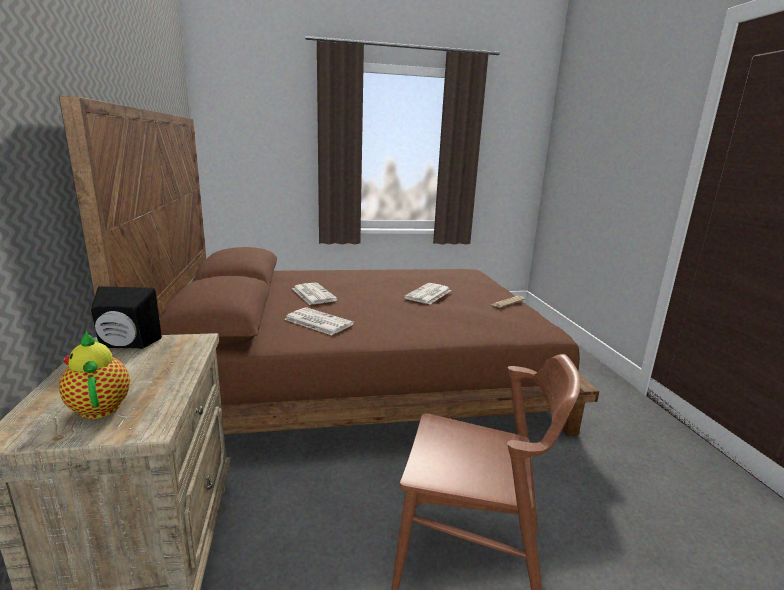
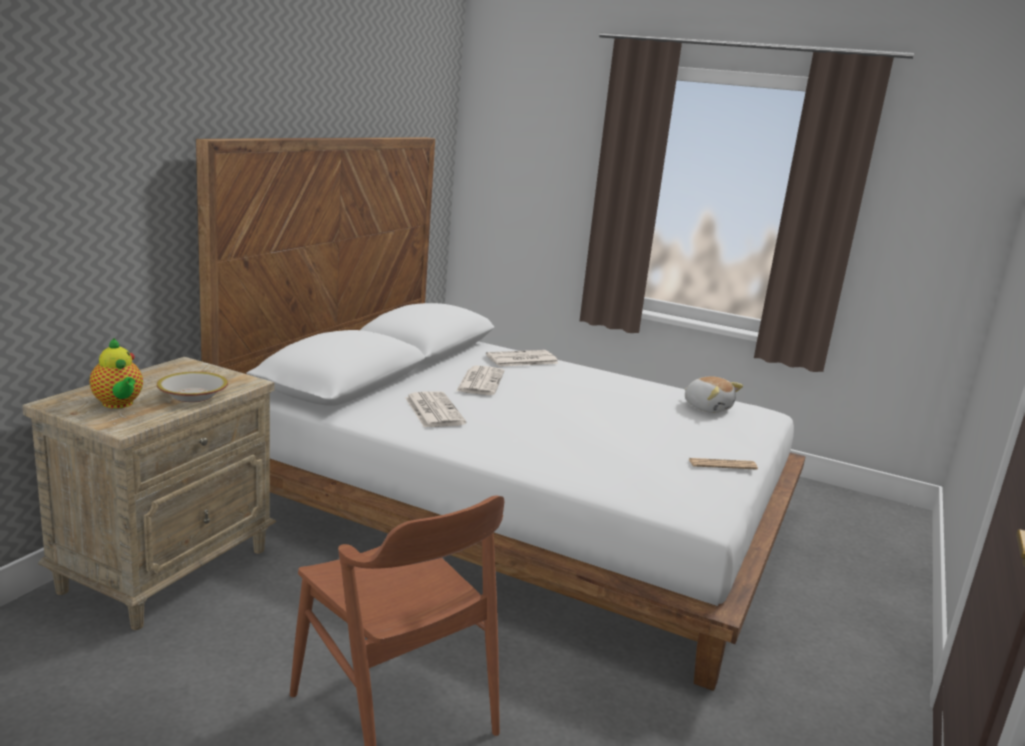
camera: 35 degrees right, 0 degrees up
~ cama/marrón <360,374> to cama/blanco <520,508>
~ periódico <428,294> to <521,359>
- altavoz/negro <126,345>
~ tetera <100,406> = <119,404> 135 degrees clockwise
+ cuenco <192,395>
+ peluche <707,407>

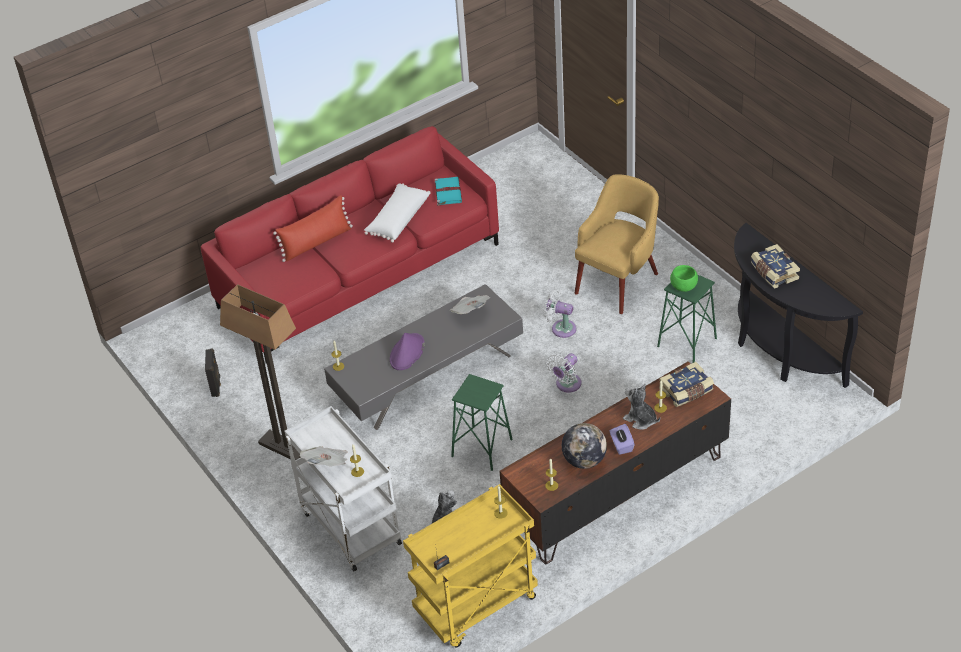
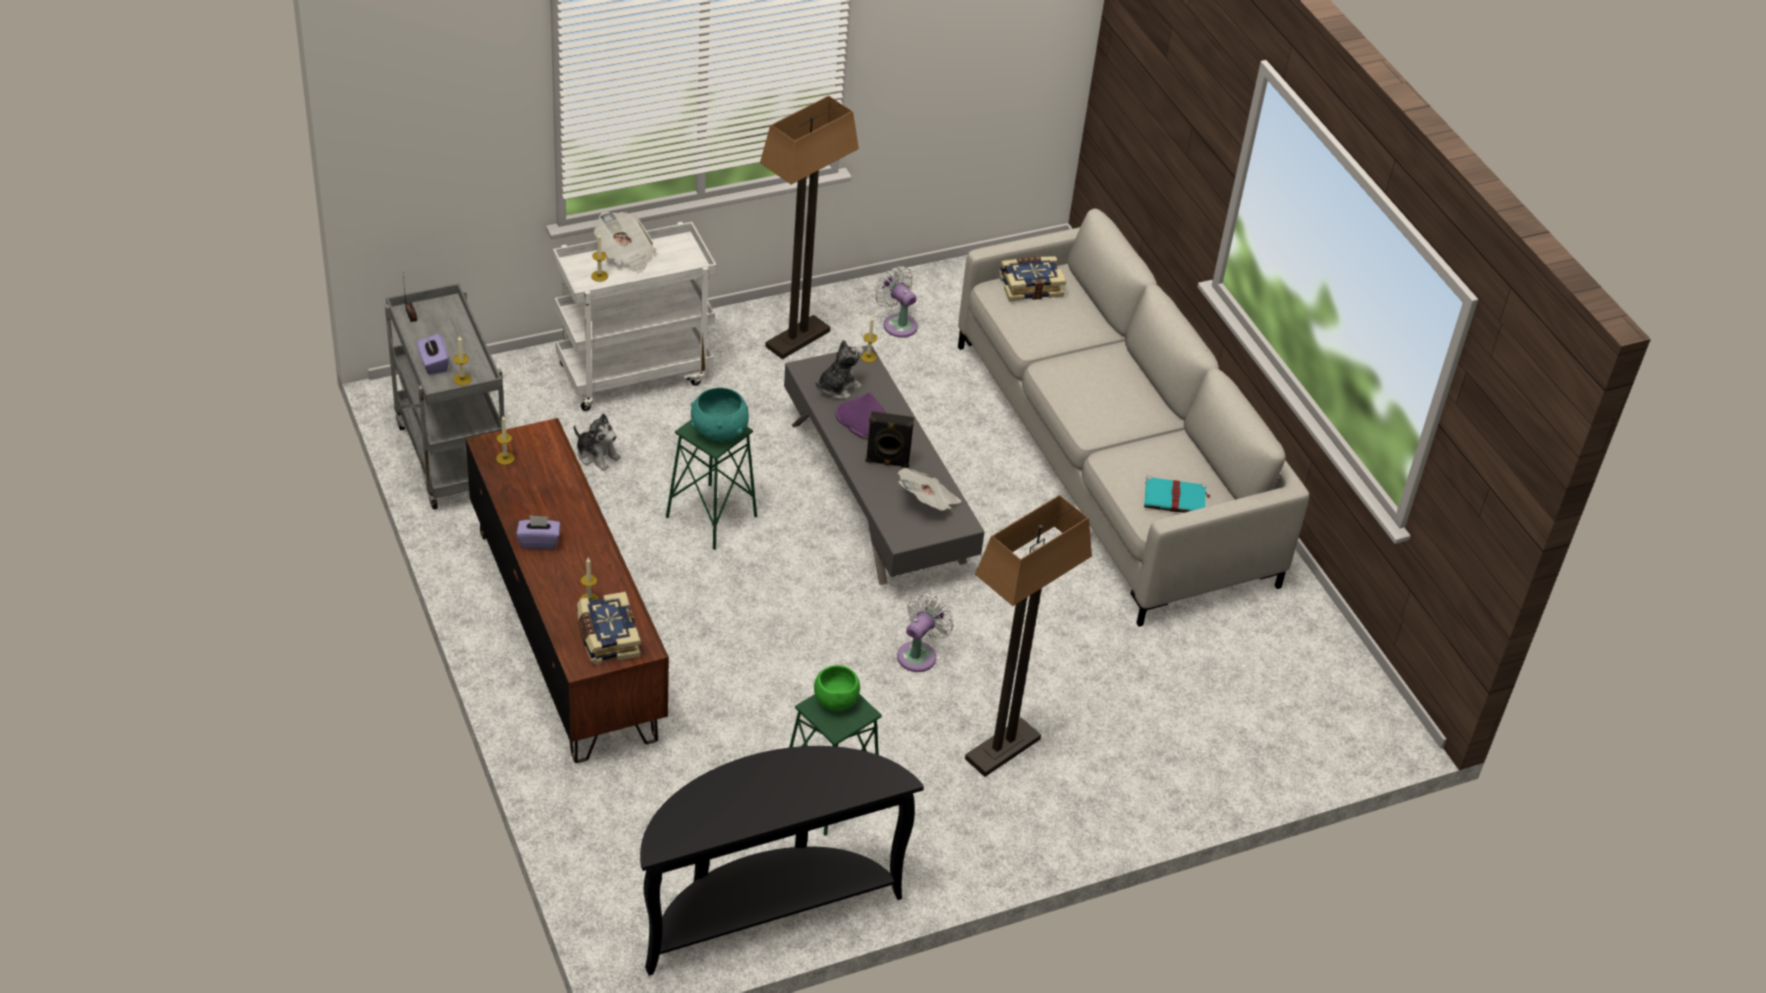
camera: 95 degrees right, 0 degrees up
~ sofá/rojo <359,276> to sofá/gris <1111,462>
~ sillón/amarillo <618,281> to lámpara de pie <1002,750>
- cojín/blanco <397,219>
- cojín/rojo <316,242>
~ libro <773,273> to <1030,286>
~ altavoz/negro <216,386> to <887,462>
~ ventilador/blanco <566,385> to <897,323>
~ peluche <640,419> to <837,387>
- globo terráqueo <584,460>
~ carrito/amarillo <476,606> to carrito/gris <449,456>
+ caja de pañuelos/morado <433,363>
+ cuenco/turquesa <719,431>

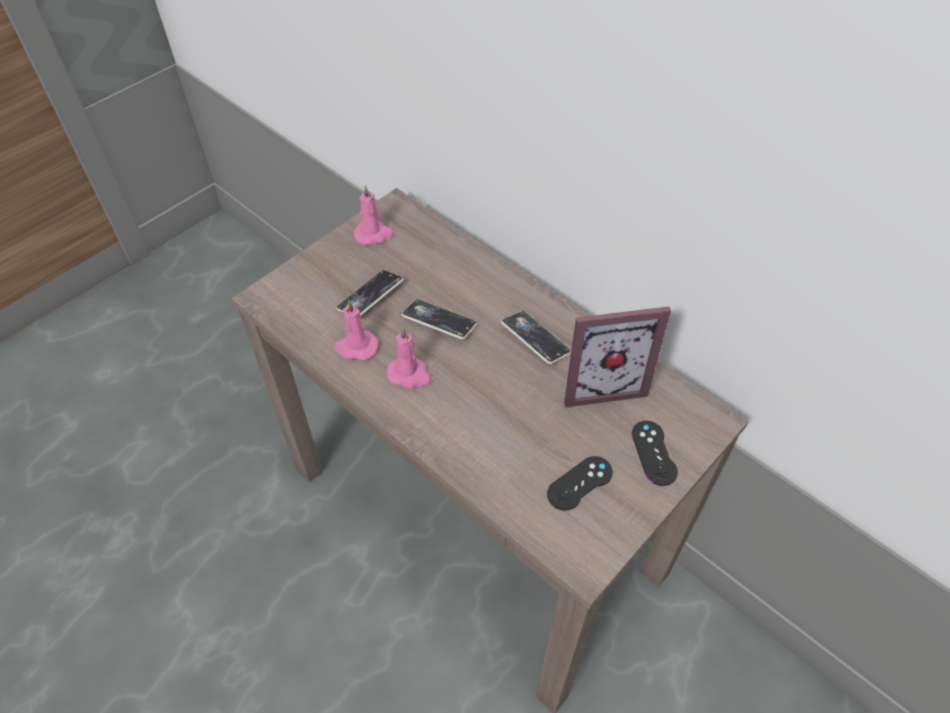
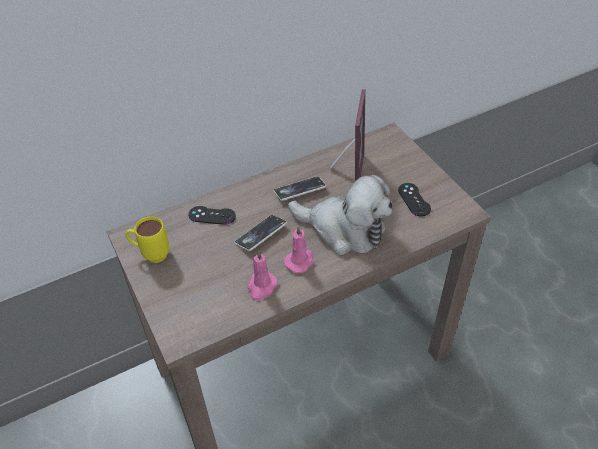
camera: 70 degrees left, 5 degrees down
~ vela/rosa <374,234> to taza grande/amarillo <151,254>
- móvil <370,297>
~ mando de consola/negro <654,453> to <212,215>
+ peluche <344,229>

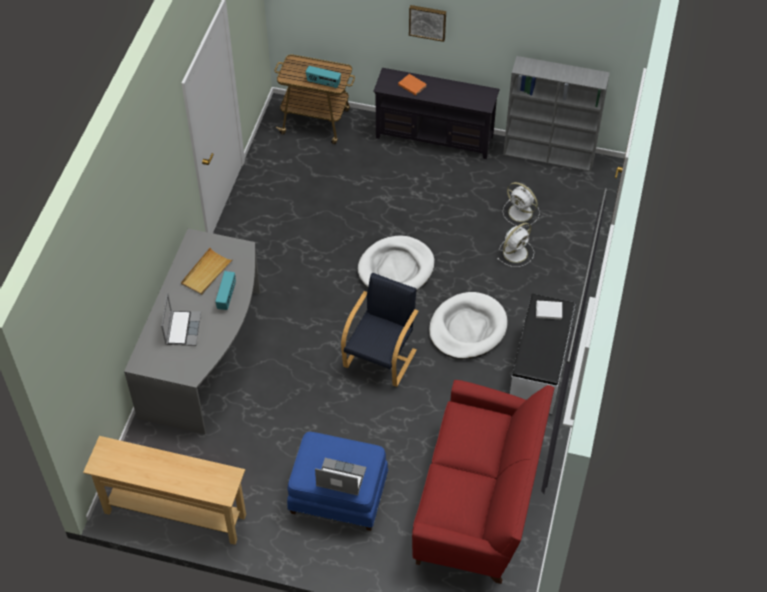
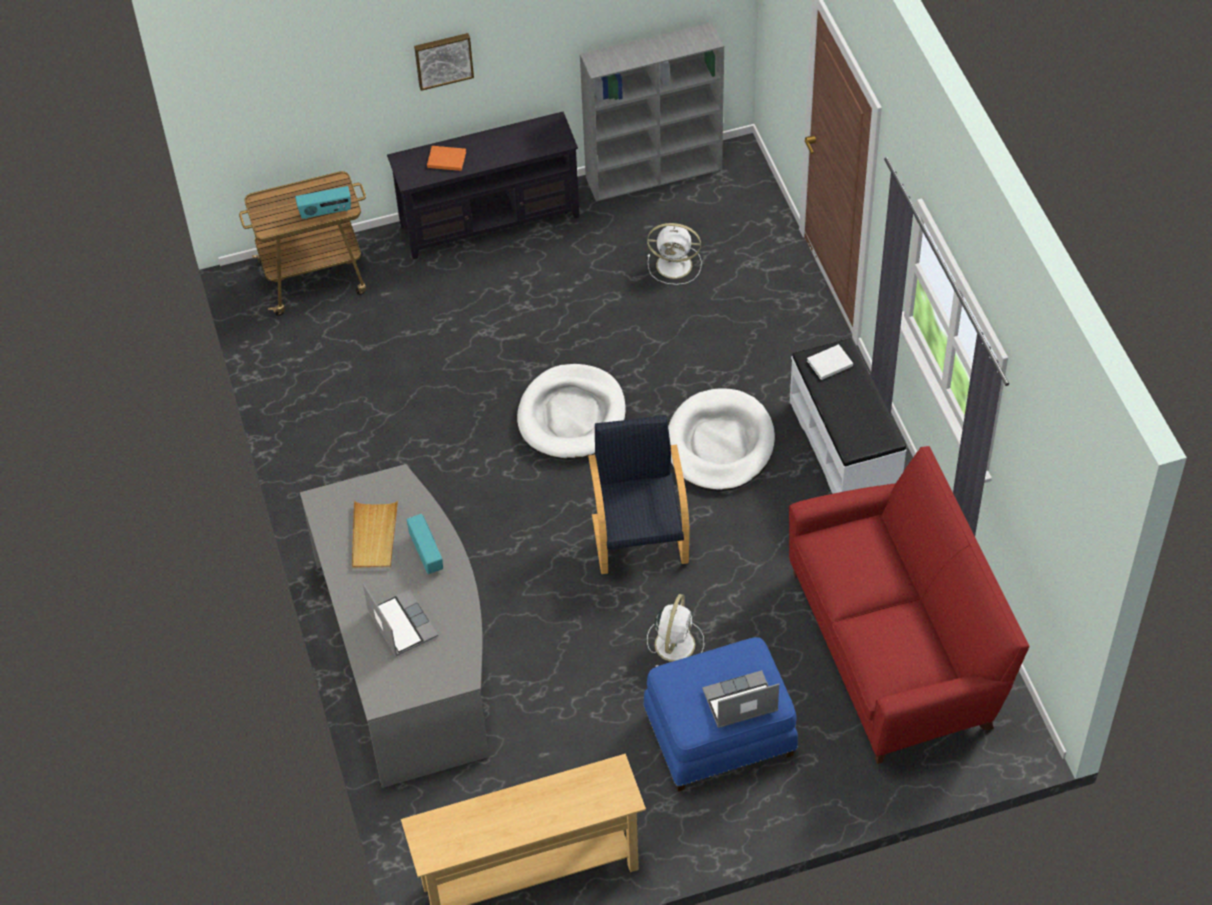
camera: 30 degrees left, 0 degrees up
~ ventilador/blanco <516,252> to <675,643>

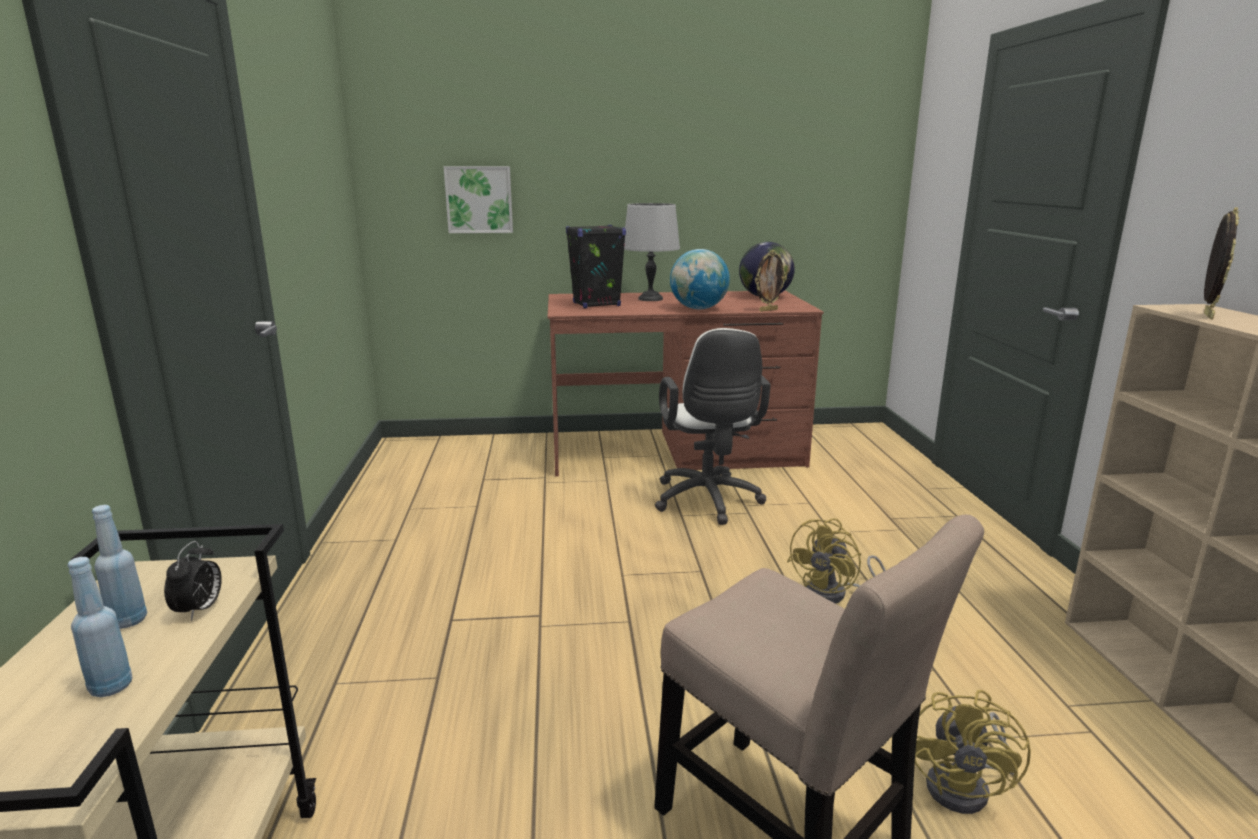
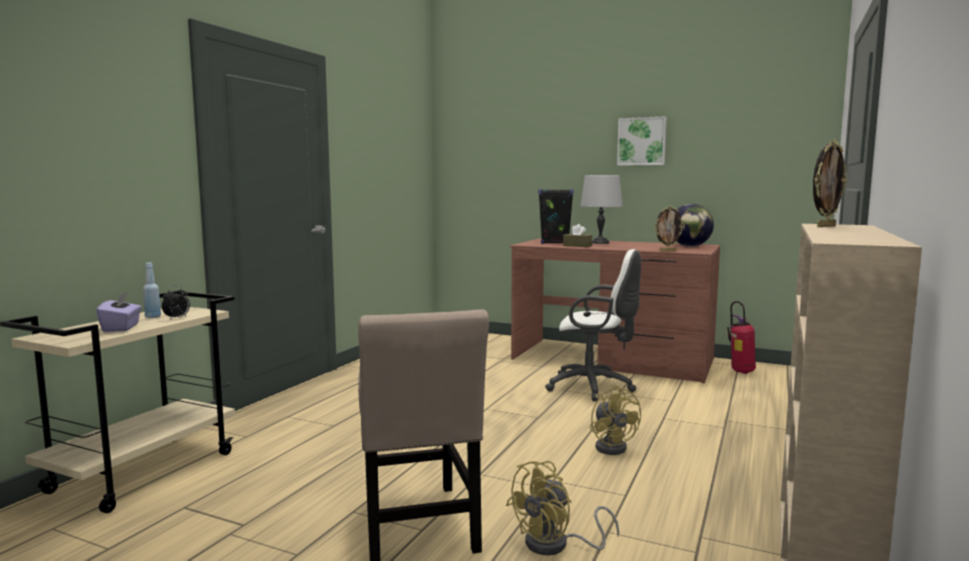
camera: 30 degrees right, 10 degrees down
~ cuadro <479,199> to <642,141>
- globo terráqueo <698,309>
~ silla de oficina/blanco <708,502> = <594,387> 90 degrees counterclockwise
~ ventilador/amarillo <834,594> = <613,446> 90 degrees counterclockwise
~ botella/azul <111,687> to caja de pañuelos/morado <121,328>
+ caja de pañuelos/marrón <577,246>
+ extintor <740,372>

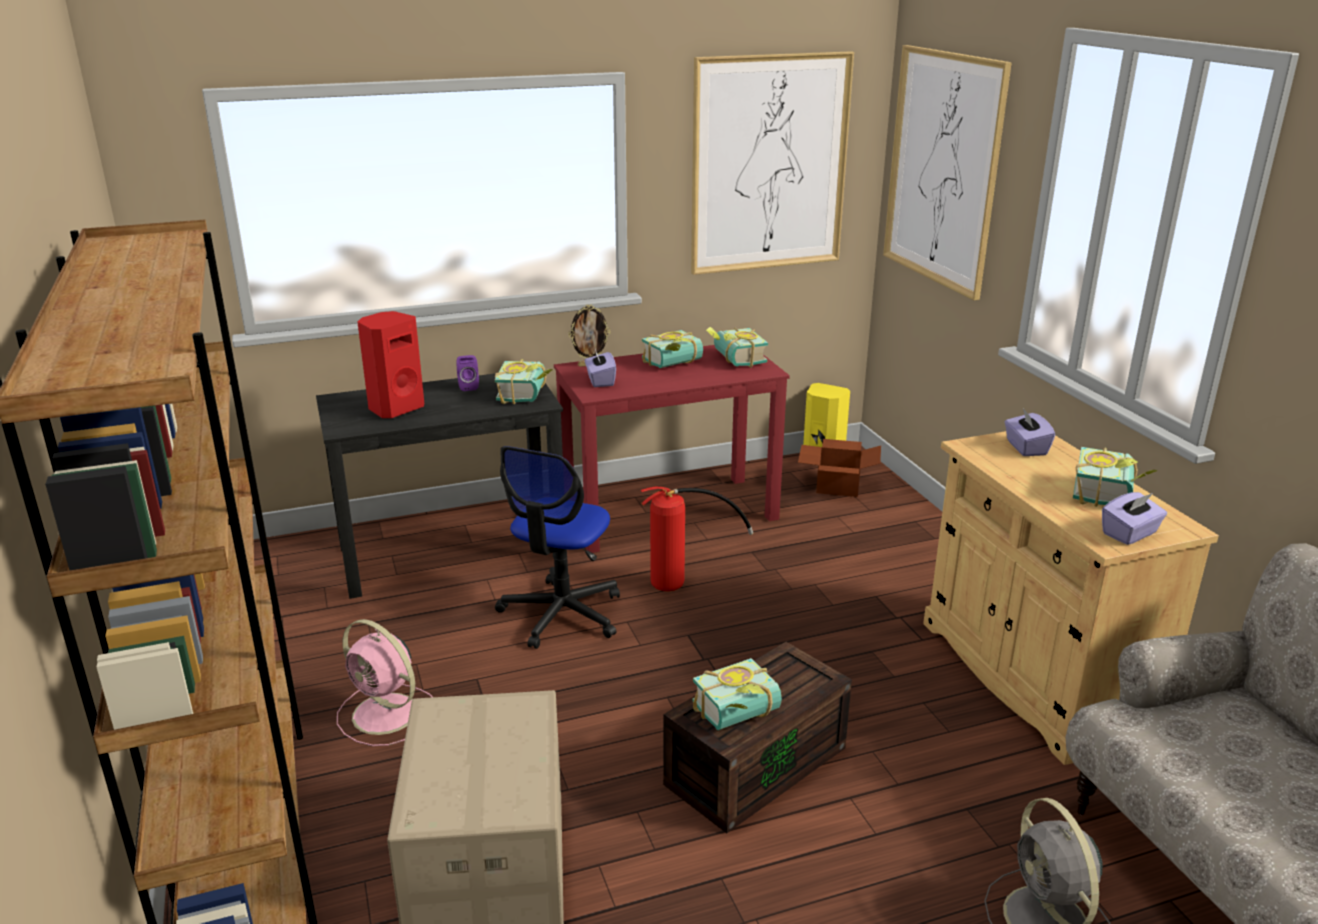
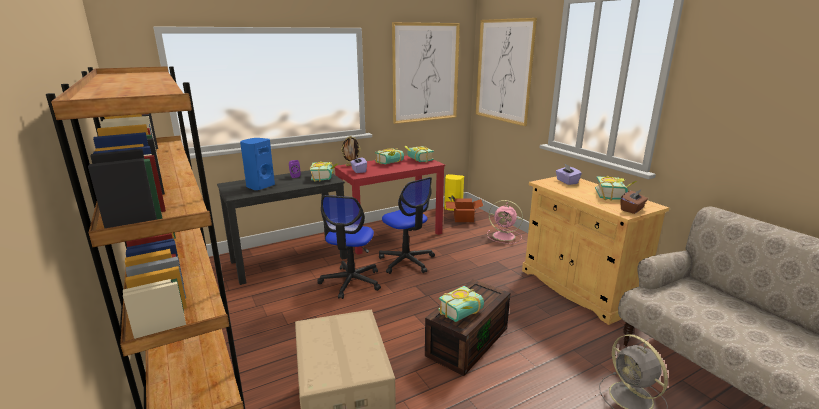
camera: 10 degrees left, 5 degrees down
~ altavoz/rojo <395,408> to altavoz/azul <260,186>
~ extintor <685,579> to silla de oficina <406,261>
~ caja de pañuelos/morado <1130,534> to caja de pañuelos/marrón <632,209>
~ ventilador/rosa <387,715> to <505,236>

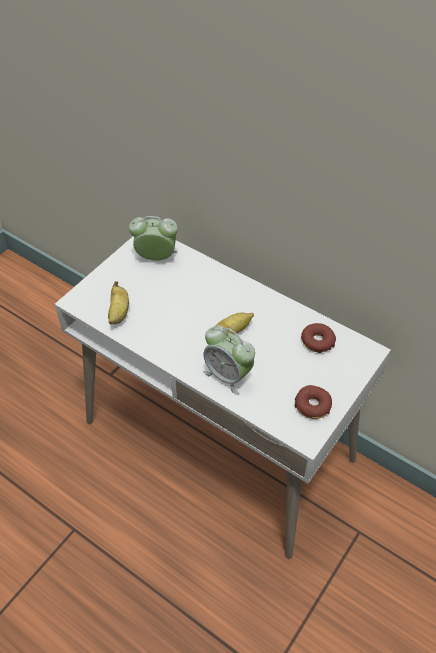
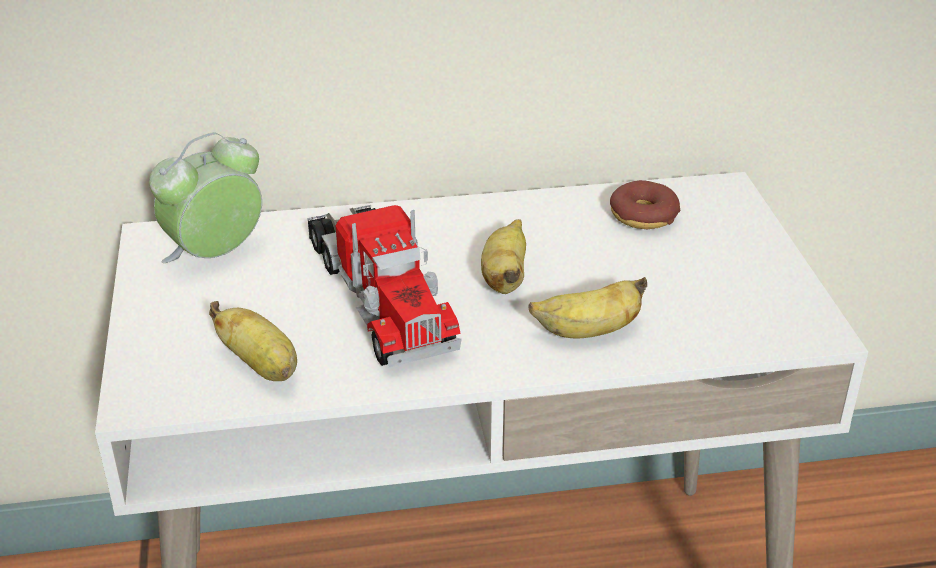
camera: 45 degrees left, 15 degrees down
~ despertador <228,375> to plátano <587,332>
- rosquilla <312,405>
+ camión de juguete <378,295>

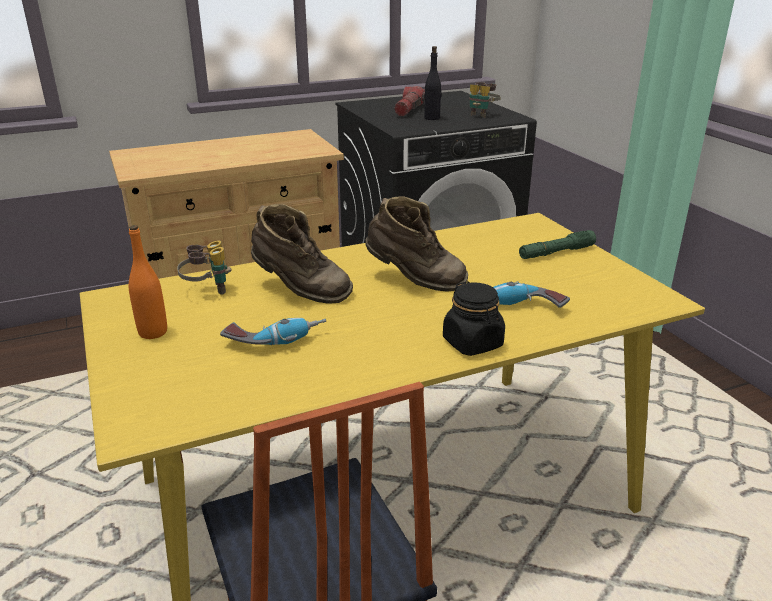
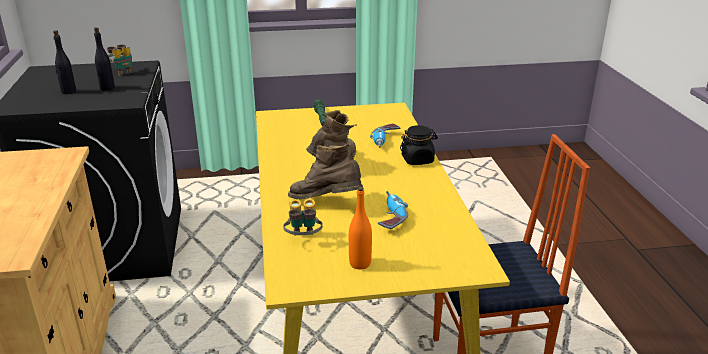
camera: 75 degrees left, 0 degrees up
~ linterna <410,110> to botella/negro <68,91>
~ bota/marrón <300,291> = <326,203> 105 degrees counterclockwise

